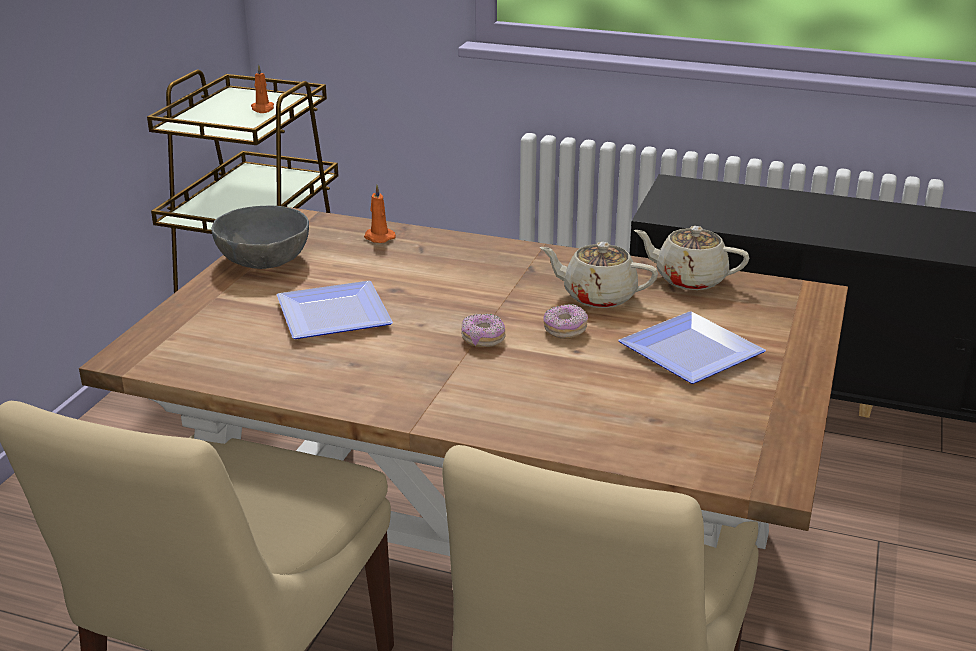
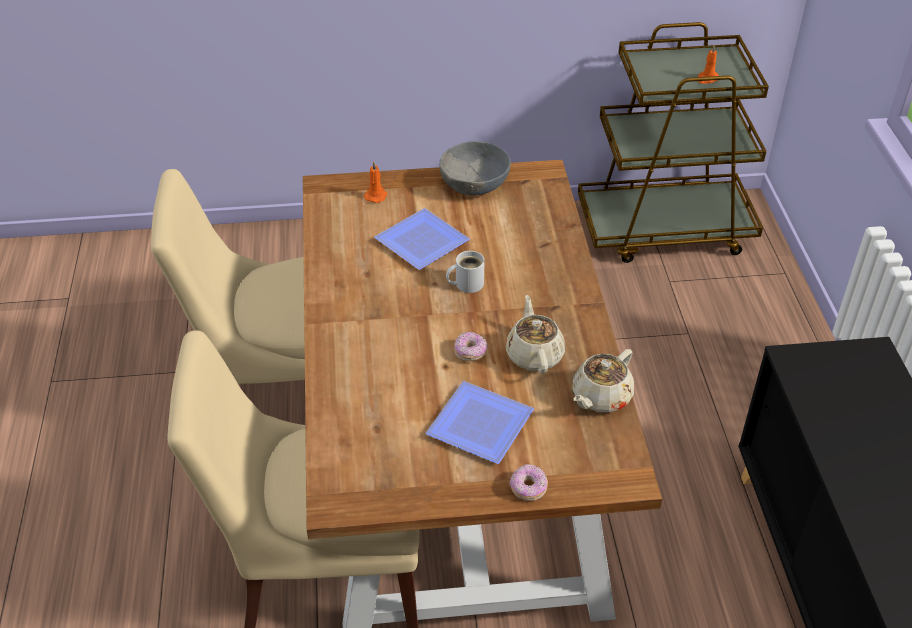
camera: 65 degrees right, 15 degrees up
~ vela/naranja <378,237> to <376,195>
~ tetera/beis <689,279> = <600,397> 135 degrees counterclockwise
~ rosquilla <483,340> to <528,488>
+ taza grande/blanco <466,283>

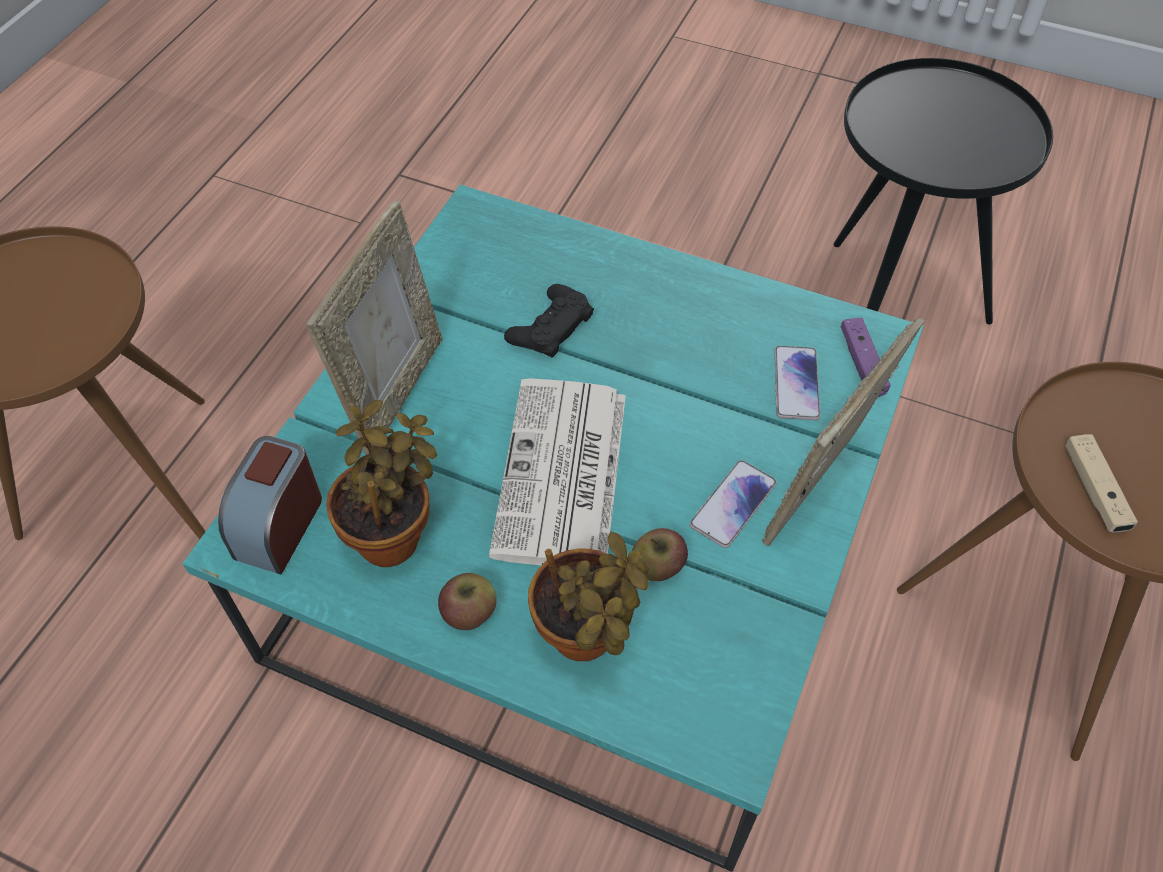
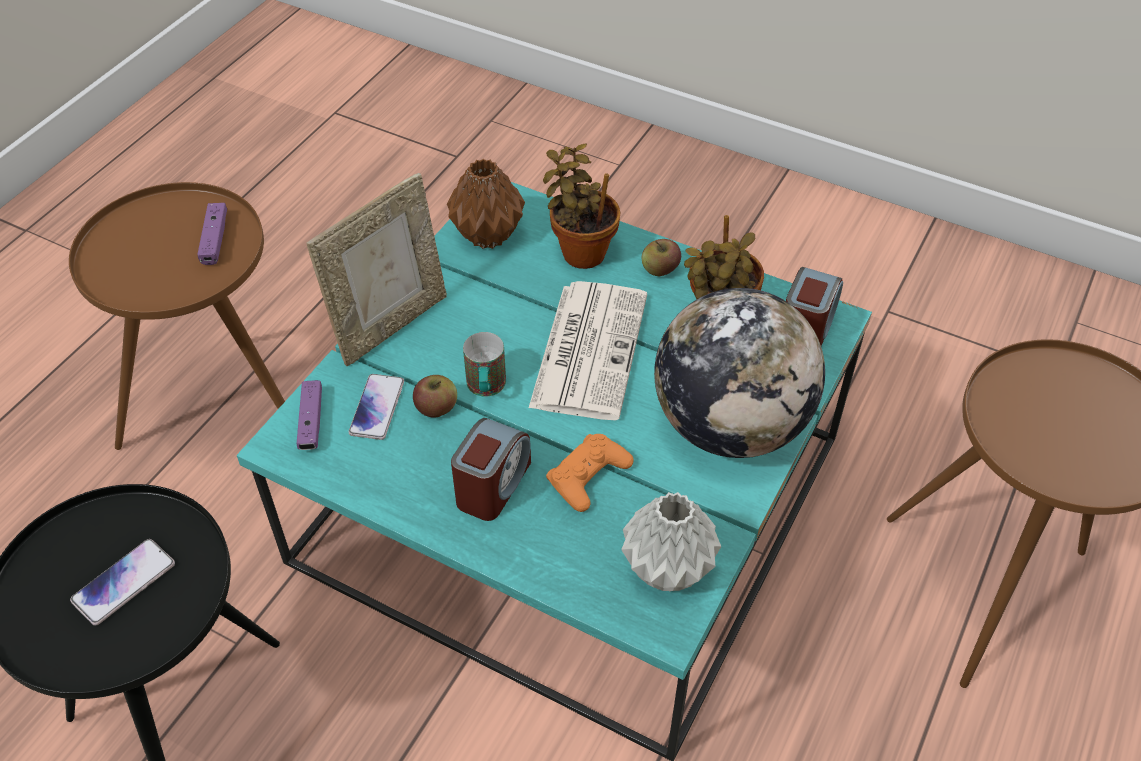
camera: 175 degrees left, 5 degrees down
~ portarretratos <395,391> to globo terráqueo <730,425>
~ mando de consola/negro <550,327> to mando de consola/naranja <588,476>
~ mando de consola/beis <1094,490> to mando de consola/morado <215,239>
~ móvil <733,504> to <124,583>
~ manzana <658,567> to <436,407>
+ florero/marrón <489,235>
+ taza grande <486,389>
+ despertador <493,485>
+ florero/gris <668,568>

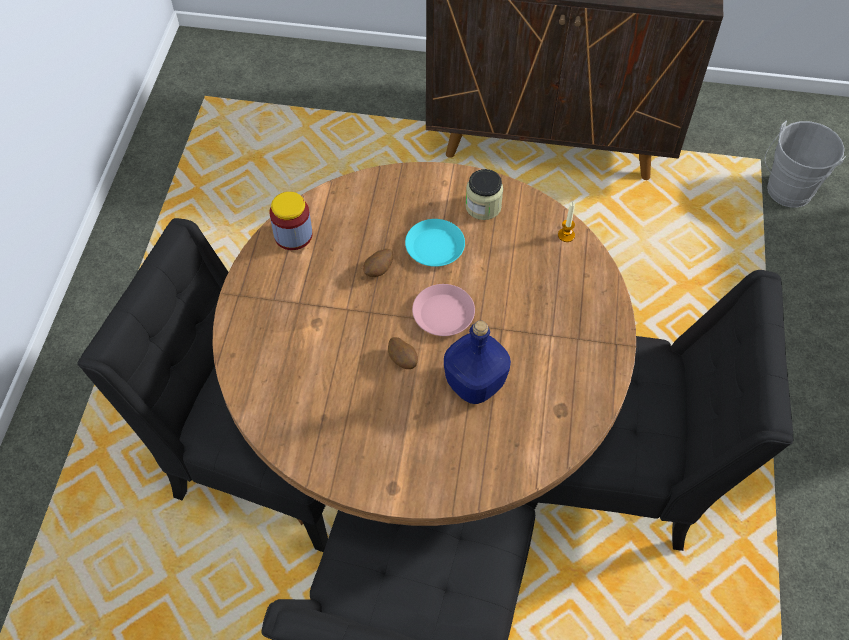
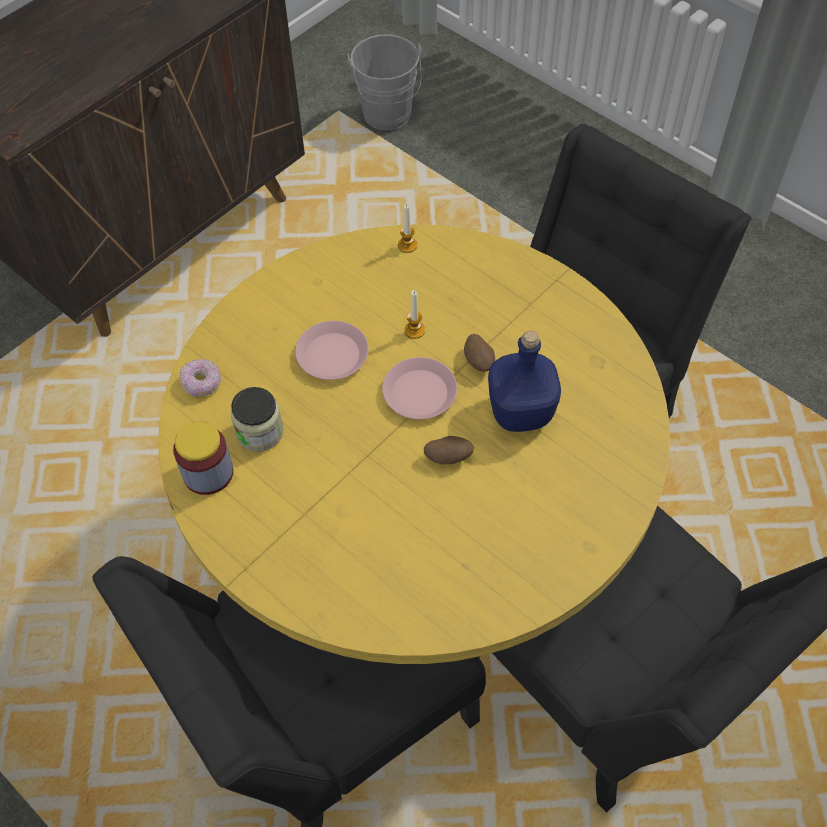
camera: 55 degrees left, 0 degrees up
~ mesa de comedor/marrón <423,438> to mesa de comedor/amarillo <416,554>
~ tarro <483,206> to <260,432>
~ plato/turquesa <434,247> to plato/rosa <332,355>
~ patata <379,270> to <479,362>
+ vela <414,330>
+ rosquilla <202,383>

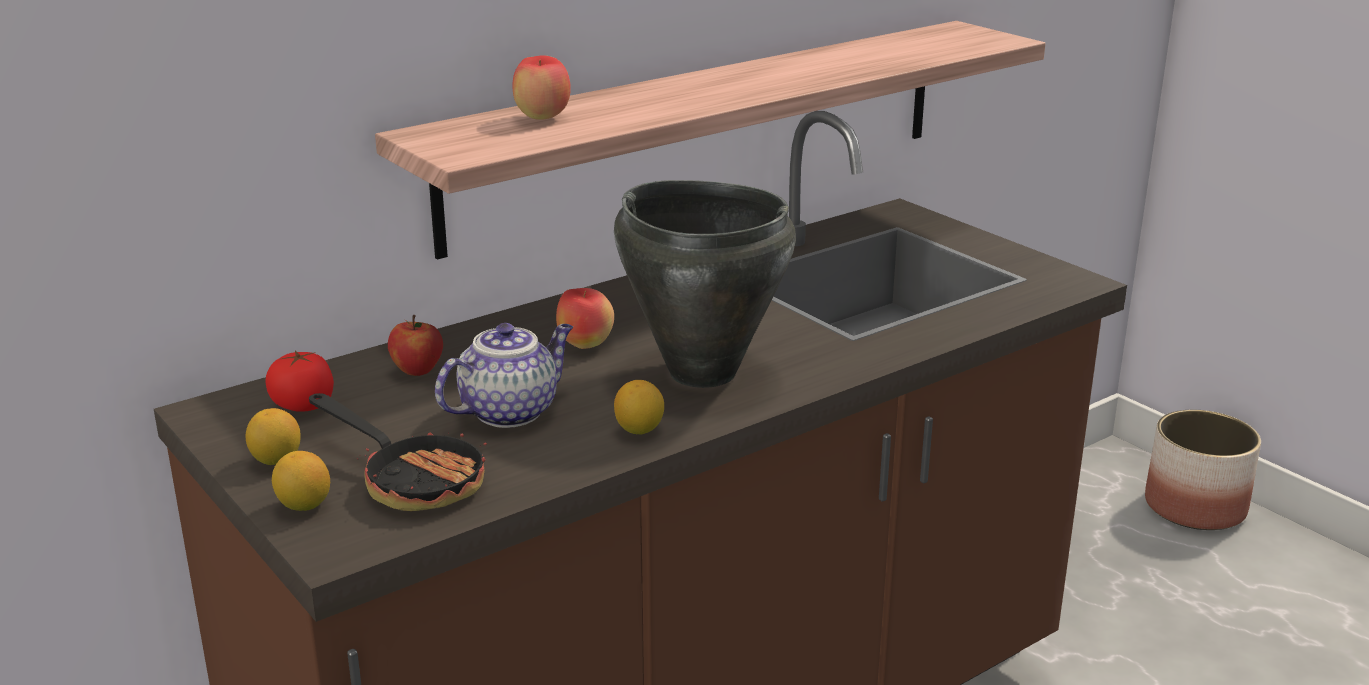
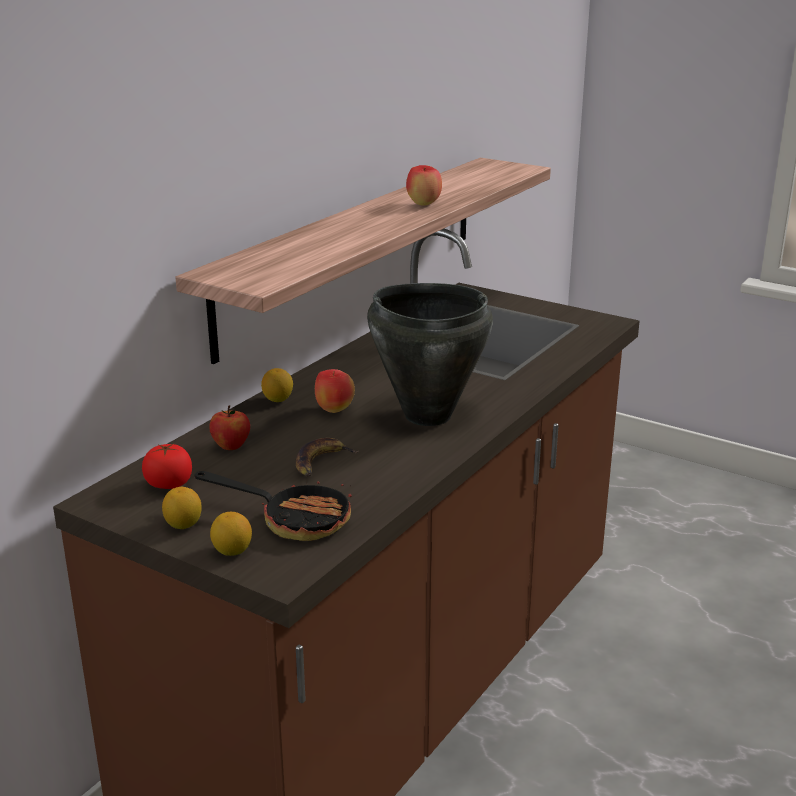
camera: 20 degrees left, 0 degrees up
~ manzana <542,118> to <423,204>
~ tetera <510,411> to plátano <321,462>
~ limón <639,430> to <278,399>
- maceta <1195,507>

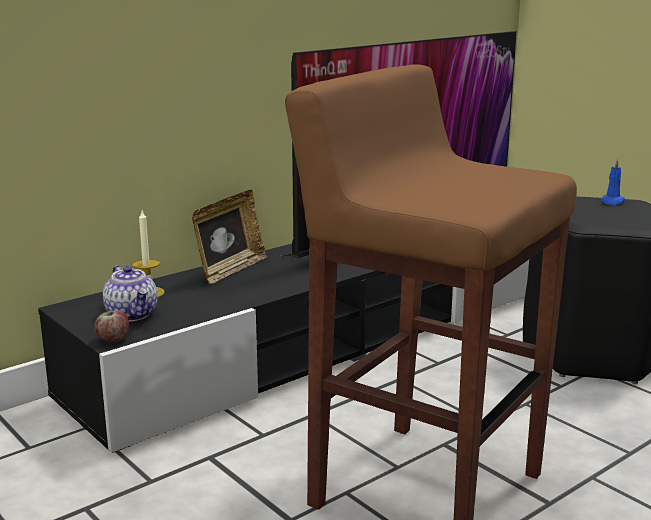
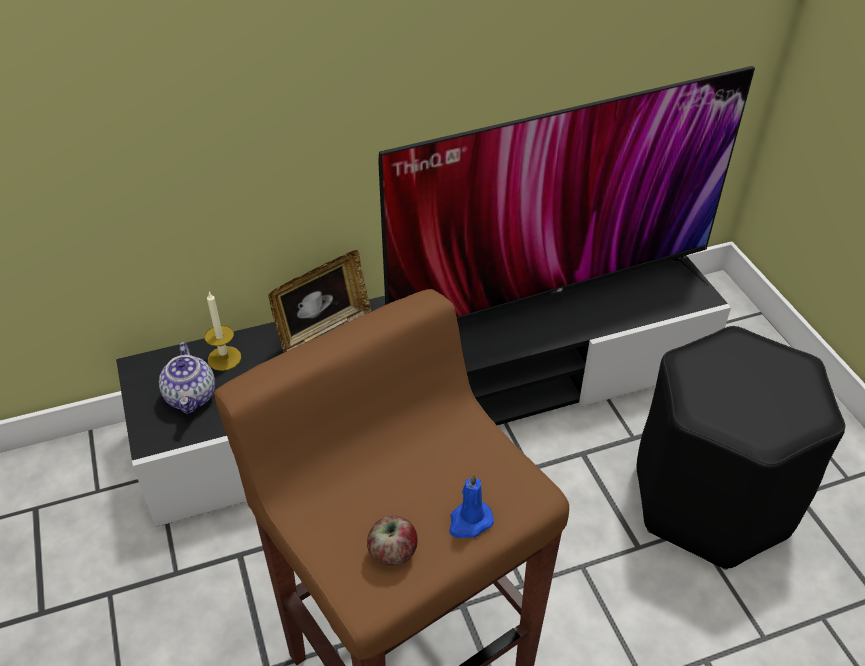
camera: 20 degrees right, 25 degrees up
~ vela/azul <612,201> to <469,522>
~ manzana <113,339> to <393,553>

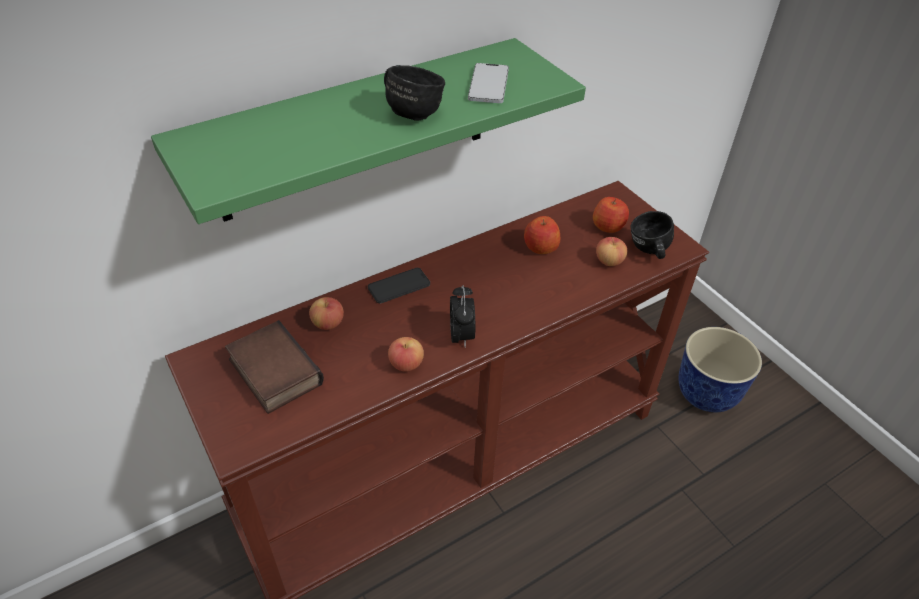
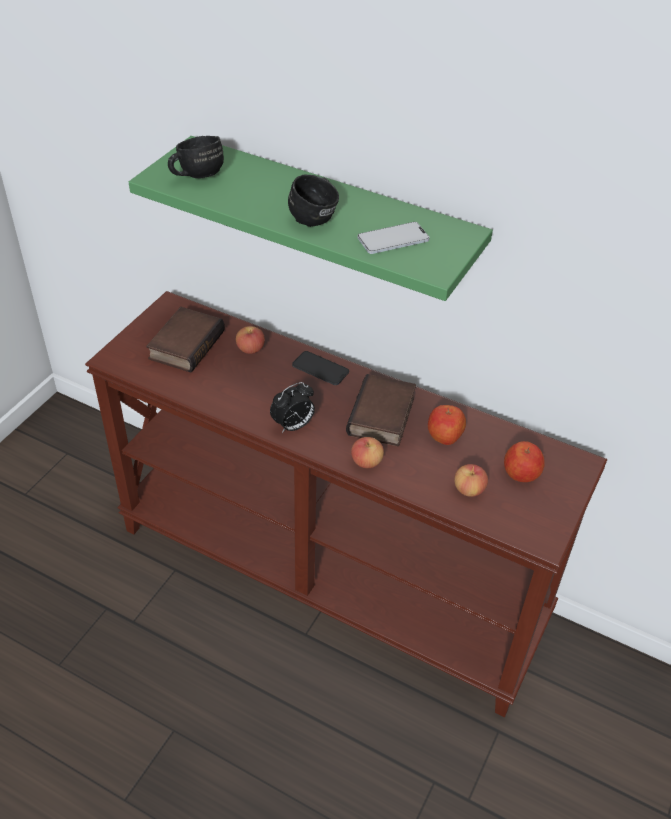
camera: 60 degrees right, 0 degrees up
~ taza grande/negro <648,251> to <195,175>
- maceta <707,395>
~ manzana <406,364> to <366,462>
+ libro <383,417>

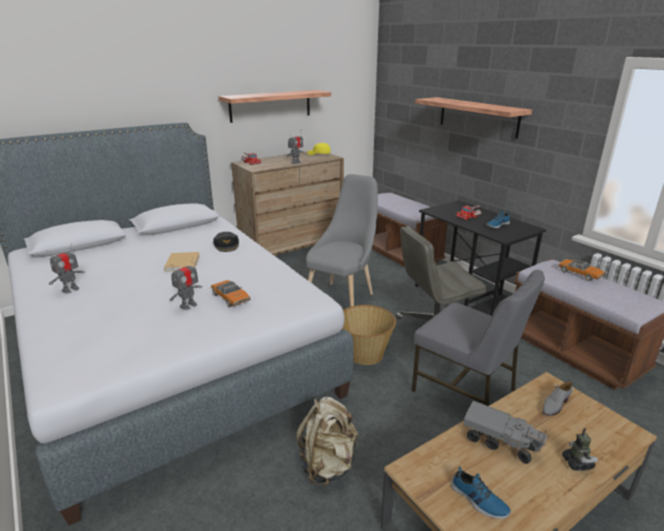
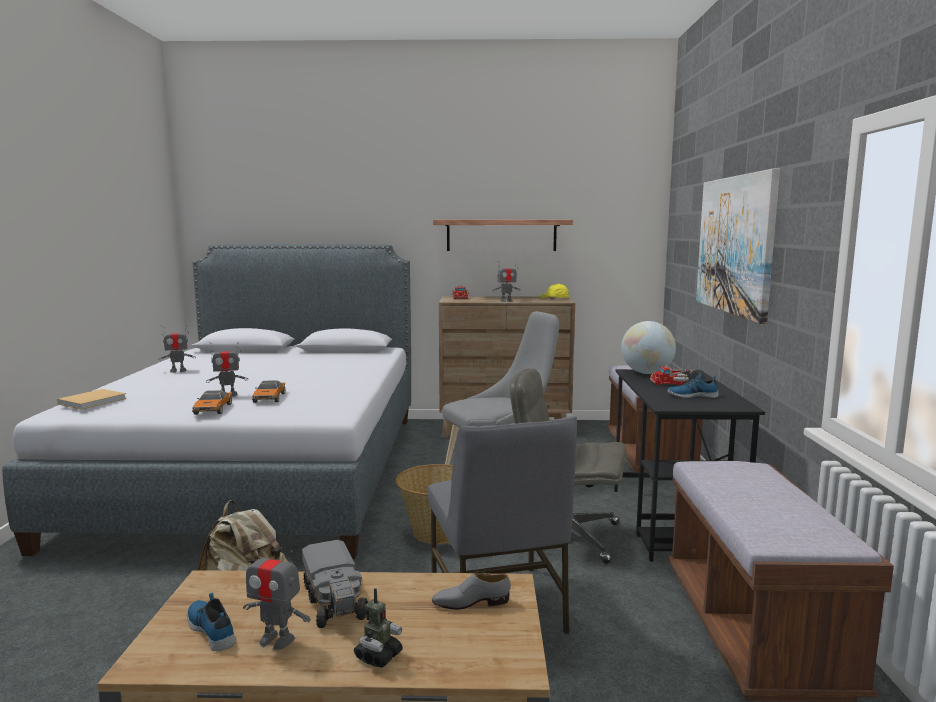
camera: 35 degrees right, 15 degrees down
~ estante <478,117> to cuadro <735,245>
- gorra/negro <226,245>
~ libro/beis <183,262> to <94,401>
~ coche de juguete <580,274> to <213,409>
~ zapato <478,500> = <212,629> 150 degrees clockwise
+ globo terráqueo <647,373>
+ robot de juguete <276,640>

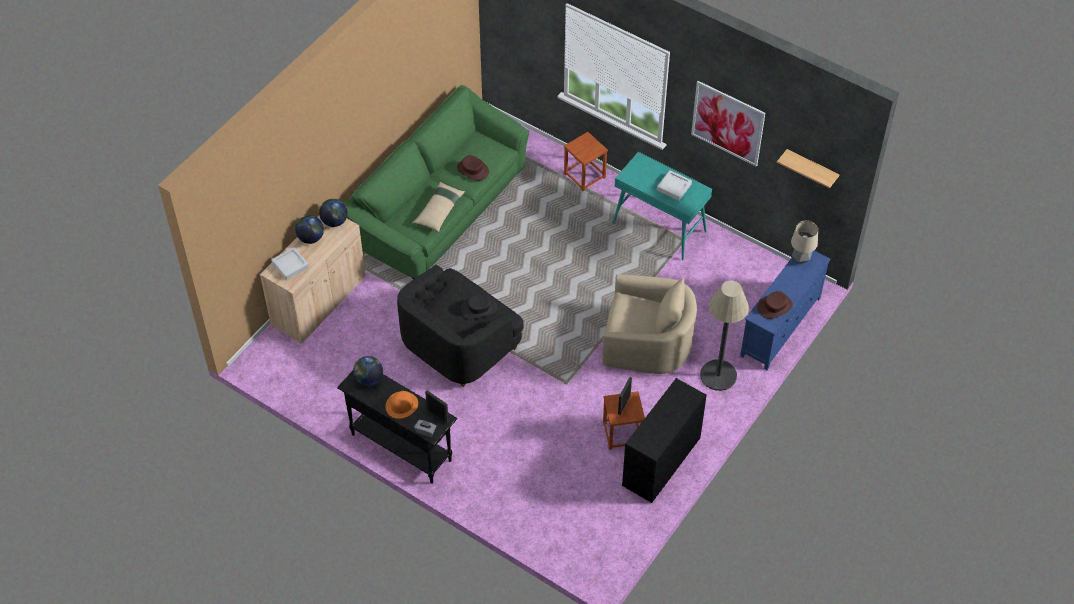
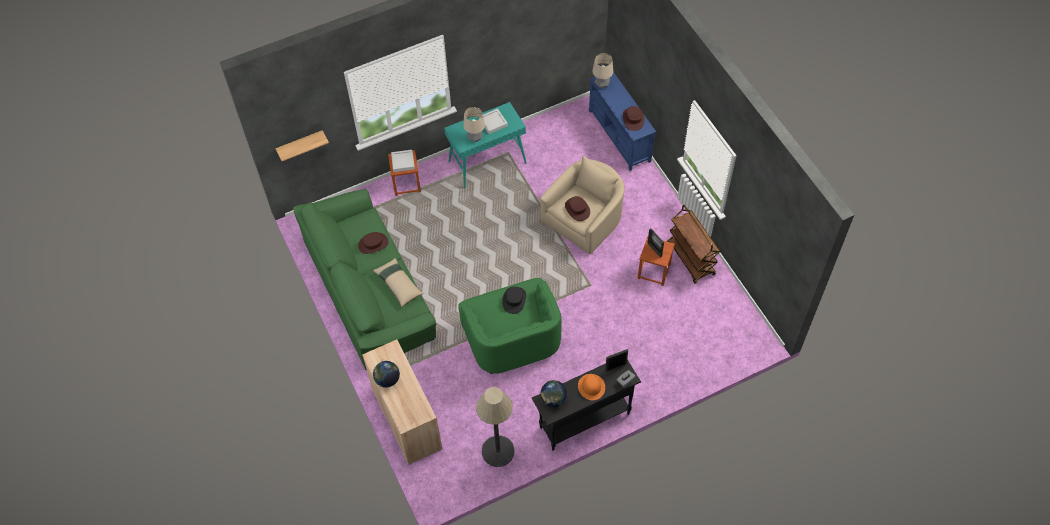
camera: 60 degrees left, 5 degrees up
- cuadro <727,123>
~ estante <811,169> to <300,145>
- globo terráqueo <334,222>
~ bandeja/gris <290,265> to <403,162>
~ sillón/negro <459,344> to sillón/verde <512,338>
~ lámpara de pie <718,375> to <498,451>
~ escritorio/negro <661,461> to carrito/marrón <691,259>
+ lámpara de mesa <475,138>
+ sombrero/marrón <577,209>

